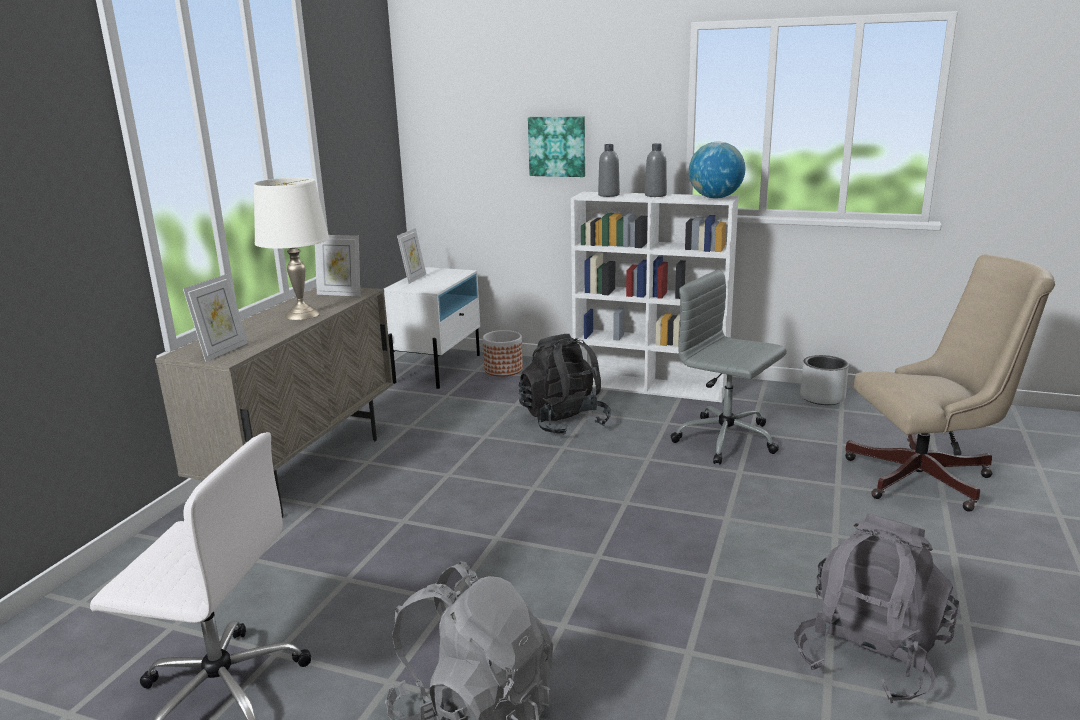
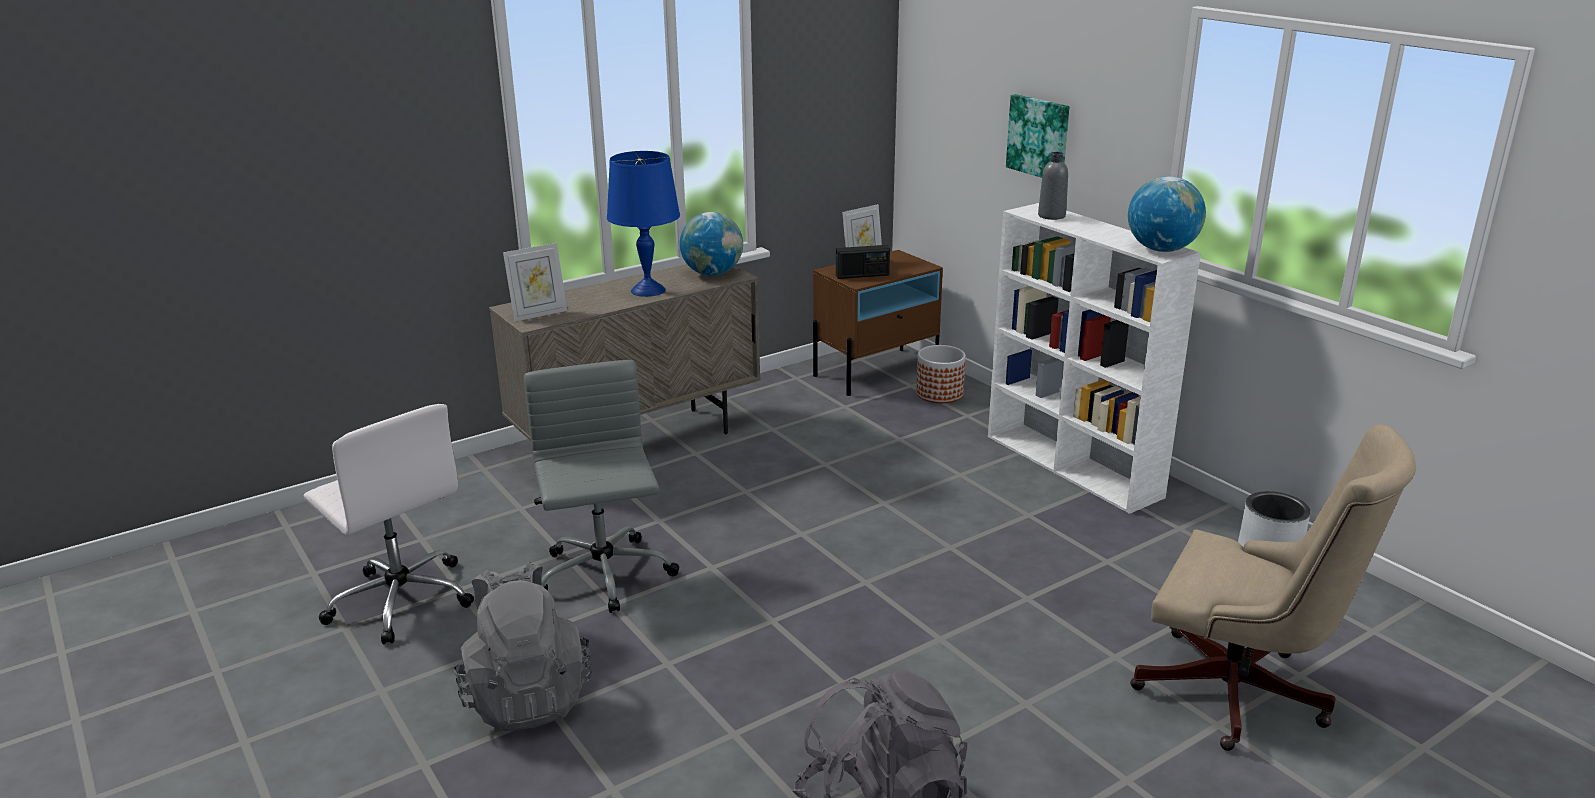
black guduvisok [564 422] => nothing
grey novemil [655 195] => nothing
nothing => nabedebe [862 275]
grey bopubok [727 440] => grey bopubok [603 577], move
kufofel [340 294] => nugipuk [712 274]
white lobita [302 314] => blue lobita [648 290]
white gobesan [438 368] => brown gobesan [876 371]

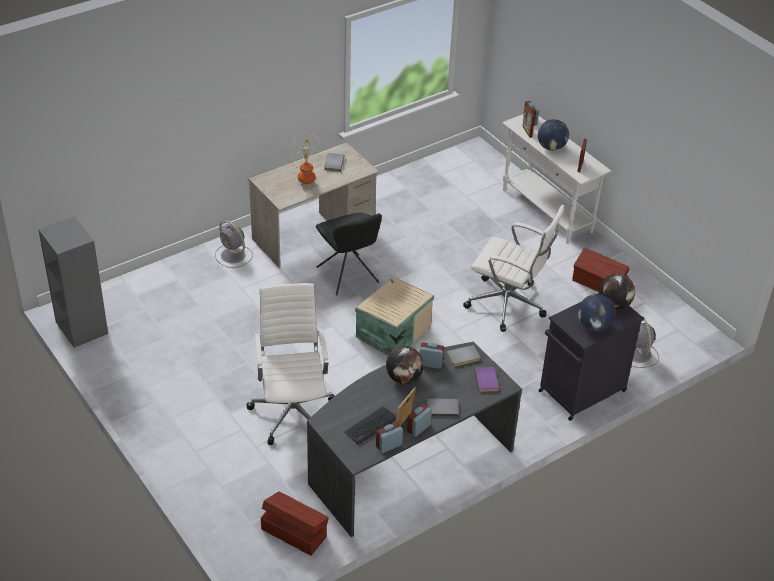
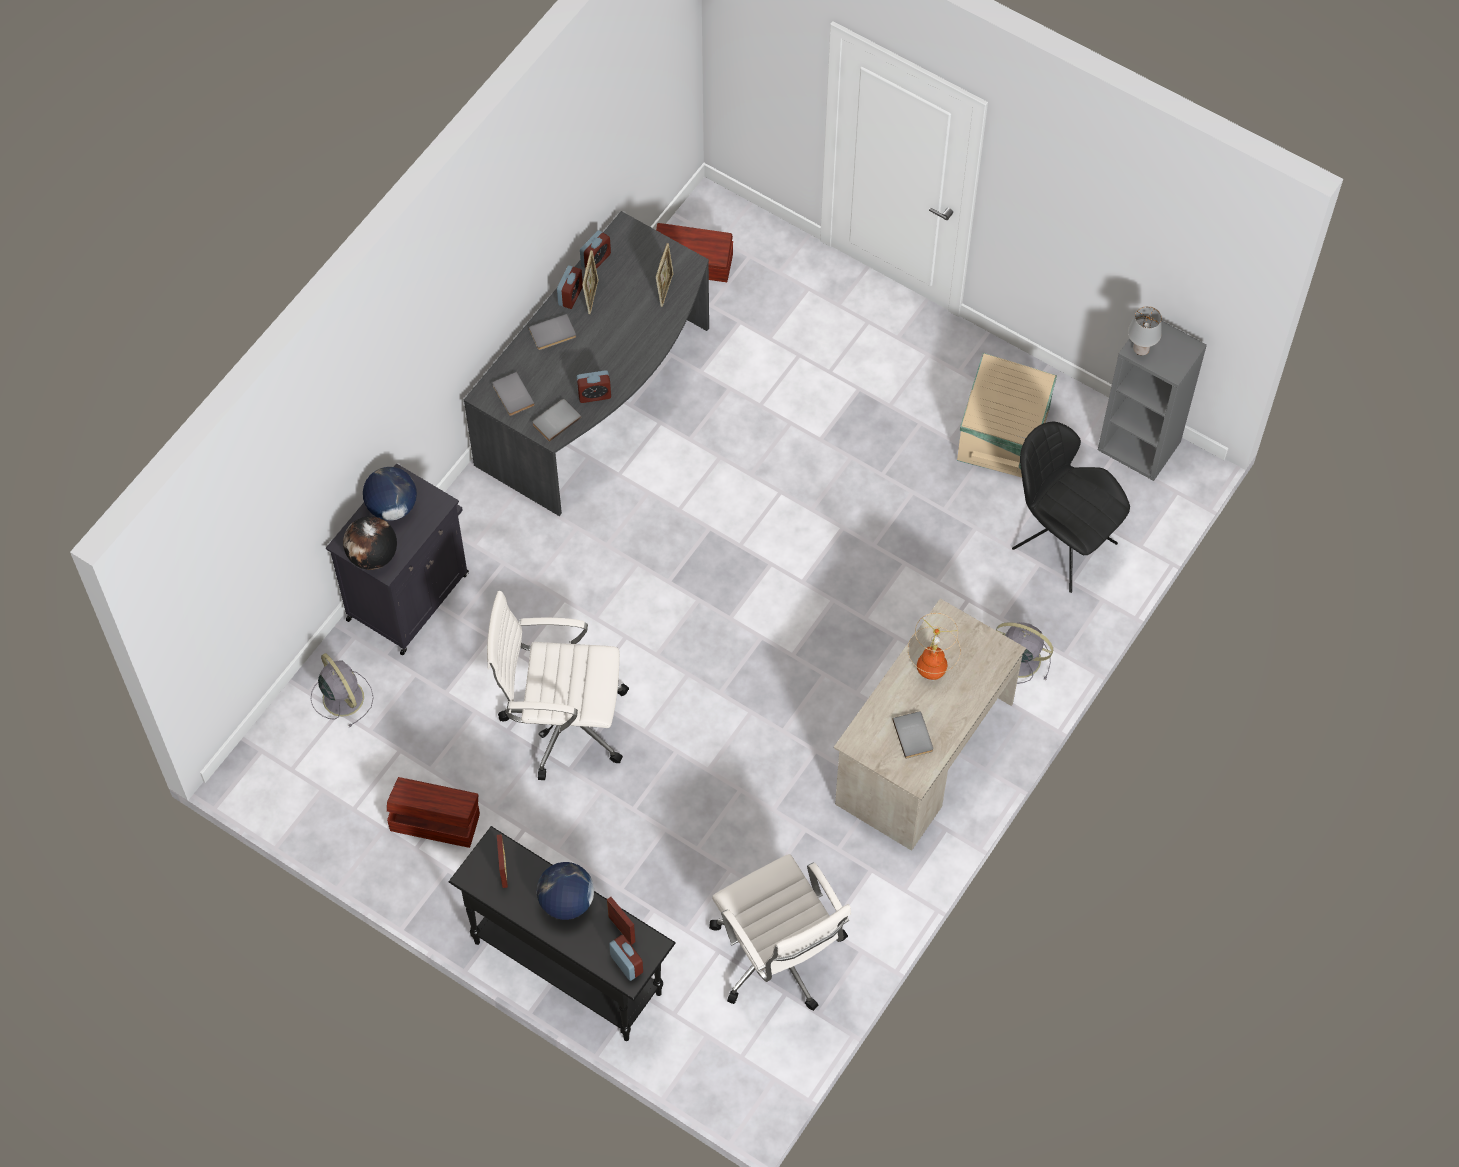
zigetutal [371 426] => nothing
nugipuk [404 378] => nothing
nothing => kufofel [665 289]
nothing => grey lobita [1141 350]
white bopubok [293 411] => white bopubok [778 956], move
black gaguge [348 276] => black gaguge [1061 543], move
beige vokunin [392 332] => beige vokunin [1005 433], move
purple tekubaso [487 380] => grey tekubaso [511 396]
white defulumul [547 211] => black defulumul [567 966]

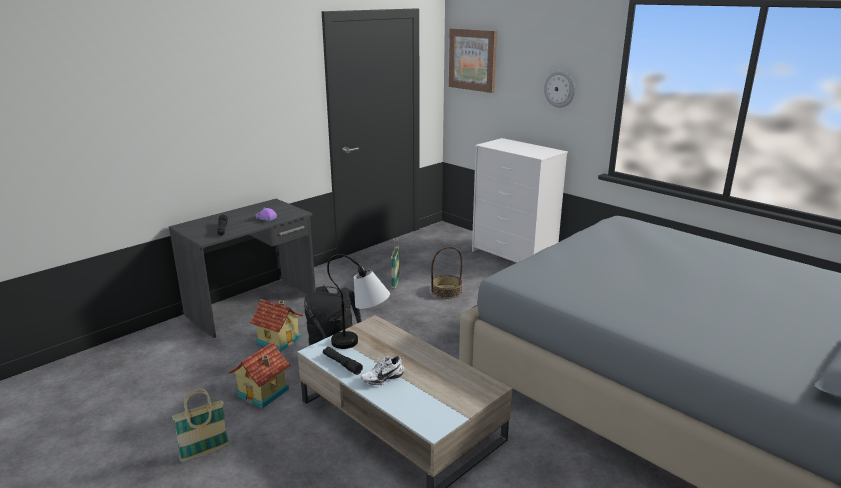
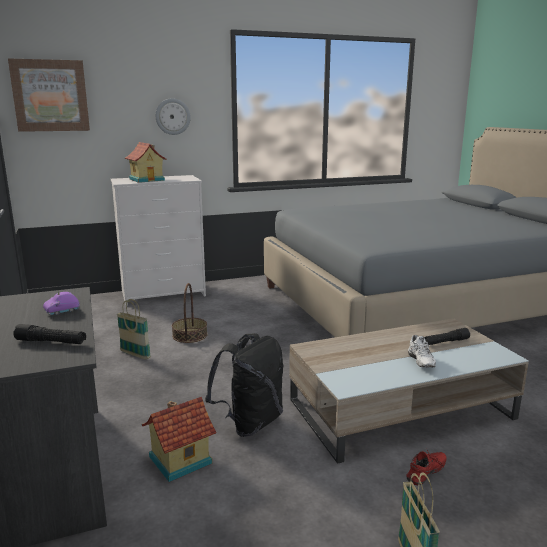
lobita [362 344] => nothing
nothing => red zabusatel [427 474]
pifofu [264 392] => pifofu [147 179], move
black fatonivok [342 364] => black fatonivok [445 342], move

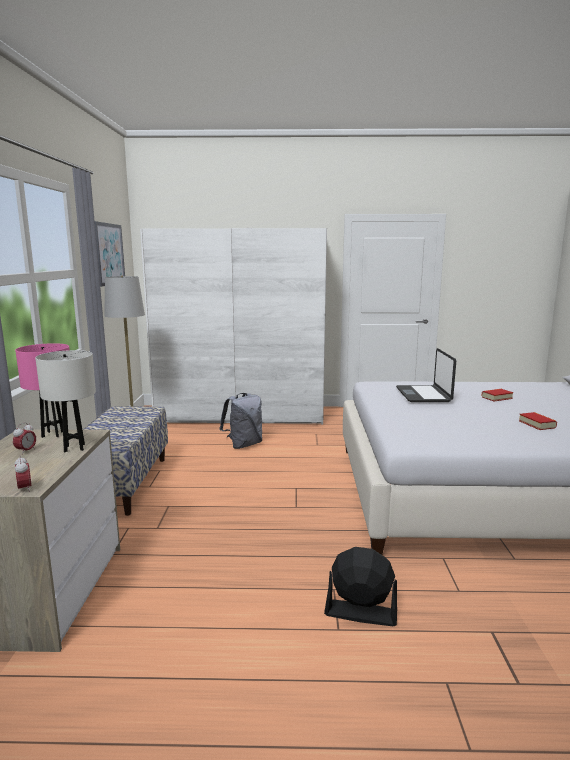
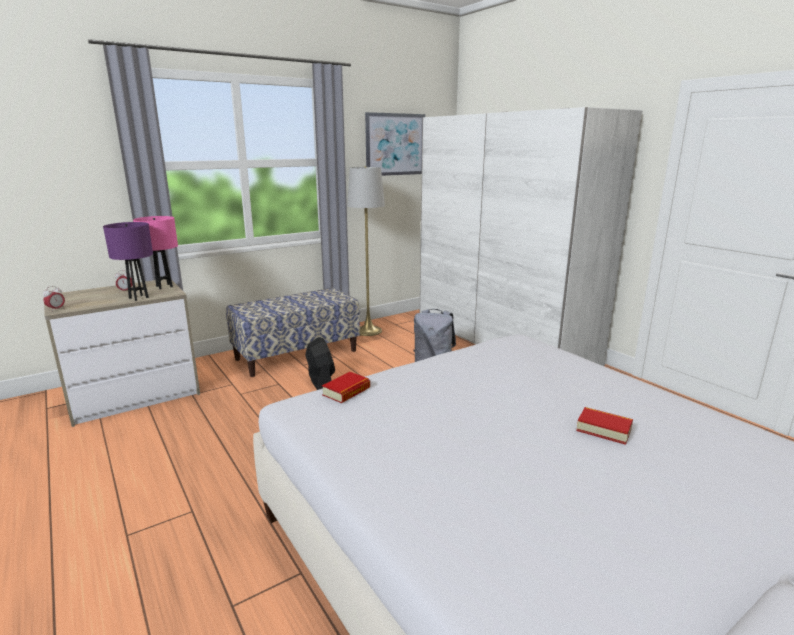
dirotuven [424 395] => nothing
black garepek [360 613] => black garepek [320 381], move
tekubaso [537 424] => tekubaso [346 392], move
white lobita [74 448] => purple lobita [139 298]

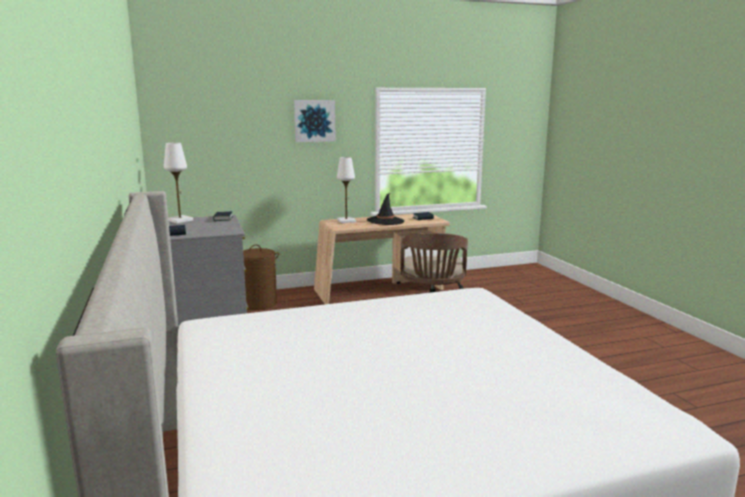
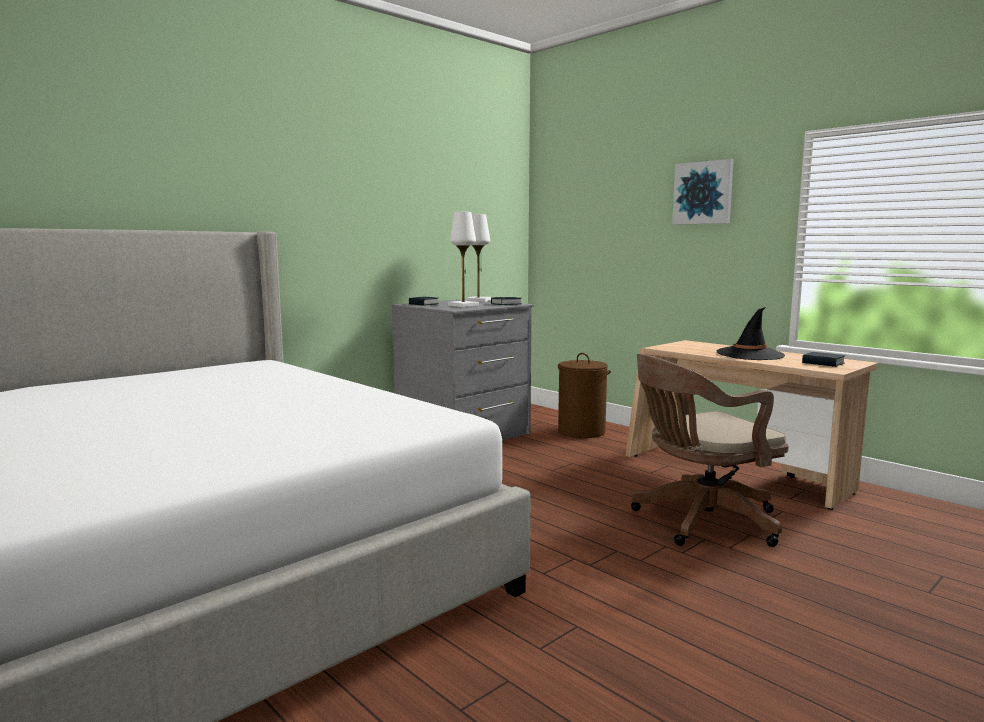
white lobita [346 221] => white lobita [463 305], move

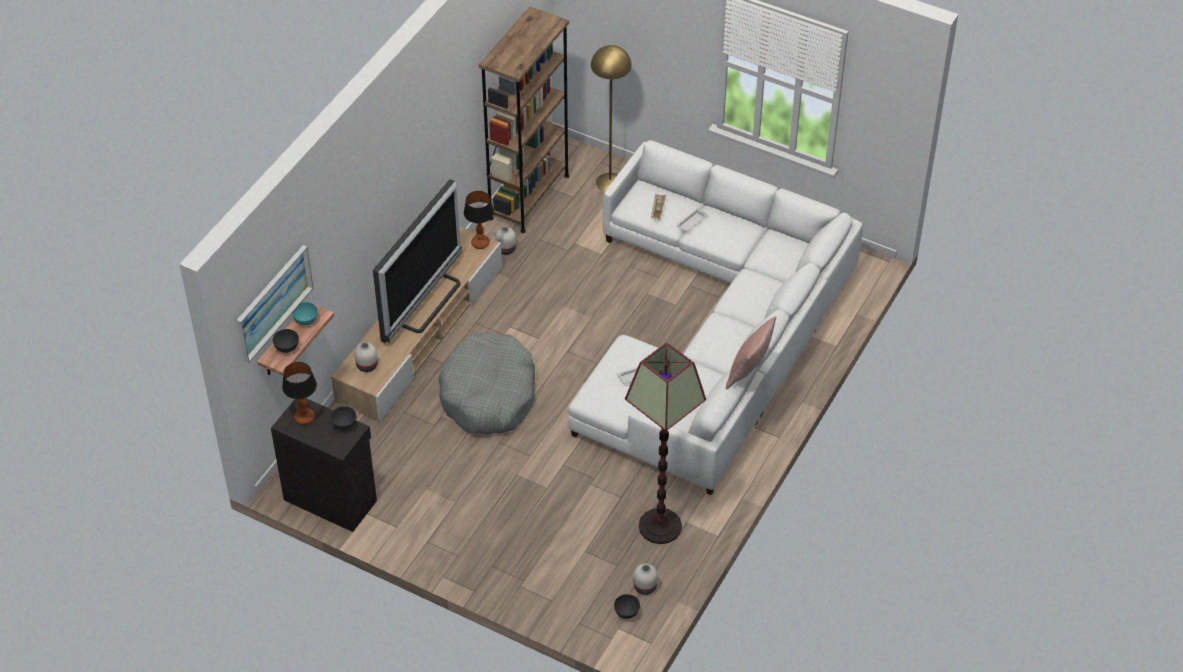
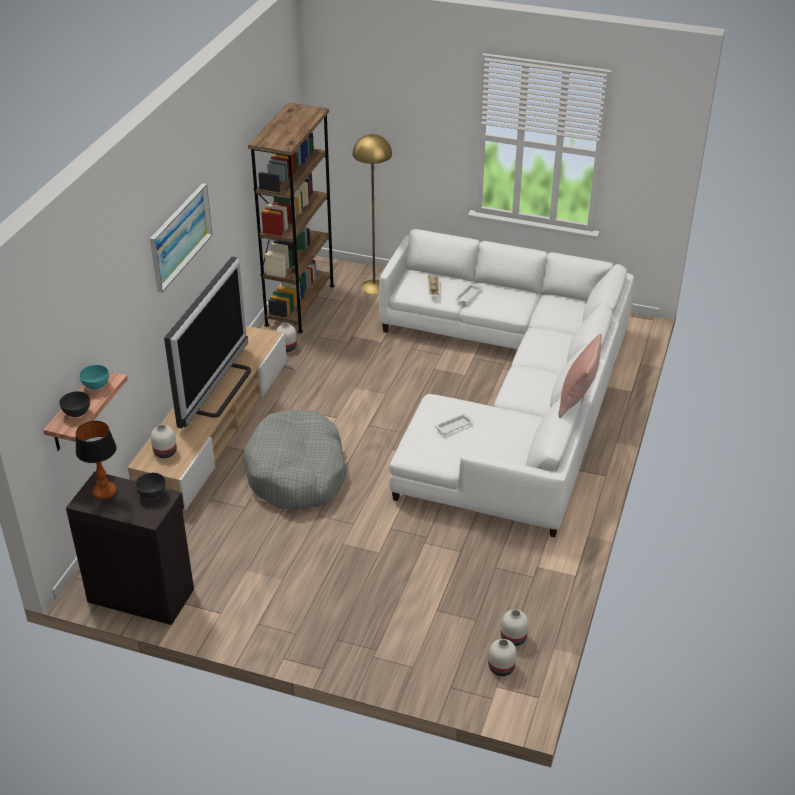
lobita [480 243] => nothing
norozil [659 526] => nothing
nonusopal [273 302] => nonusopal [180 236], move
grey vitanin [626 613] => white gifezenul [501 668]

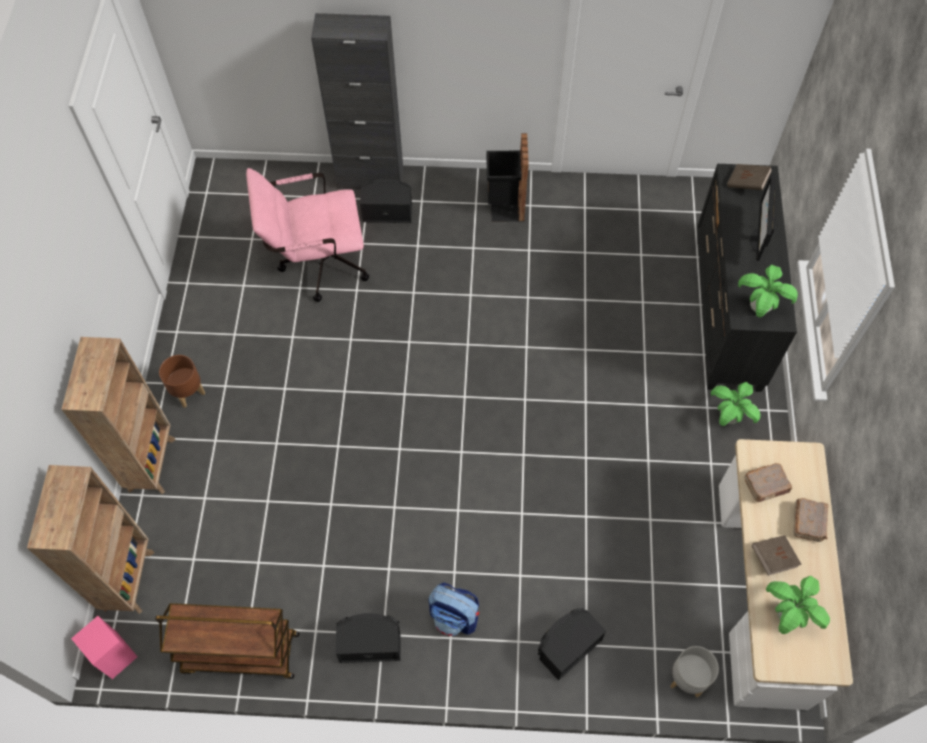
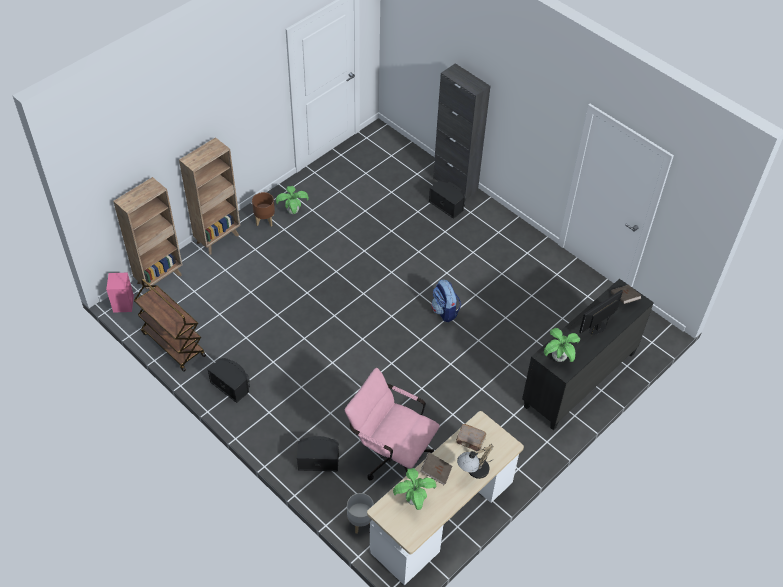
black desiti [505 206] => nothing
pink bopubok [317 264] => pink bopubok [391 454], move
guduvisok [455 617] => guduvisok [445 311], move
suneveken [729 418] => suneveken [293 212], move
brown tekubaso [808 522] => lobita [473 472]

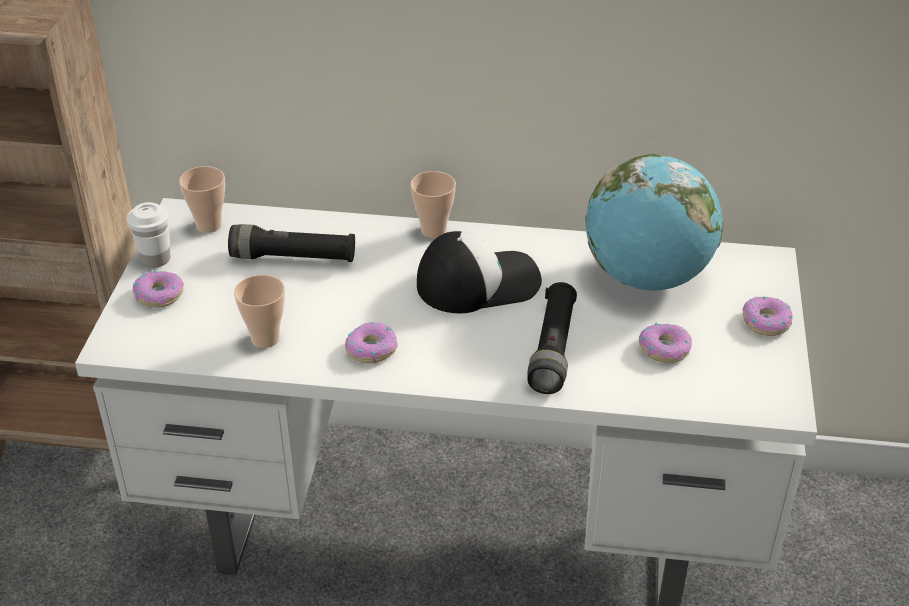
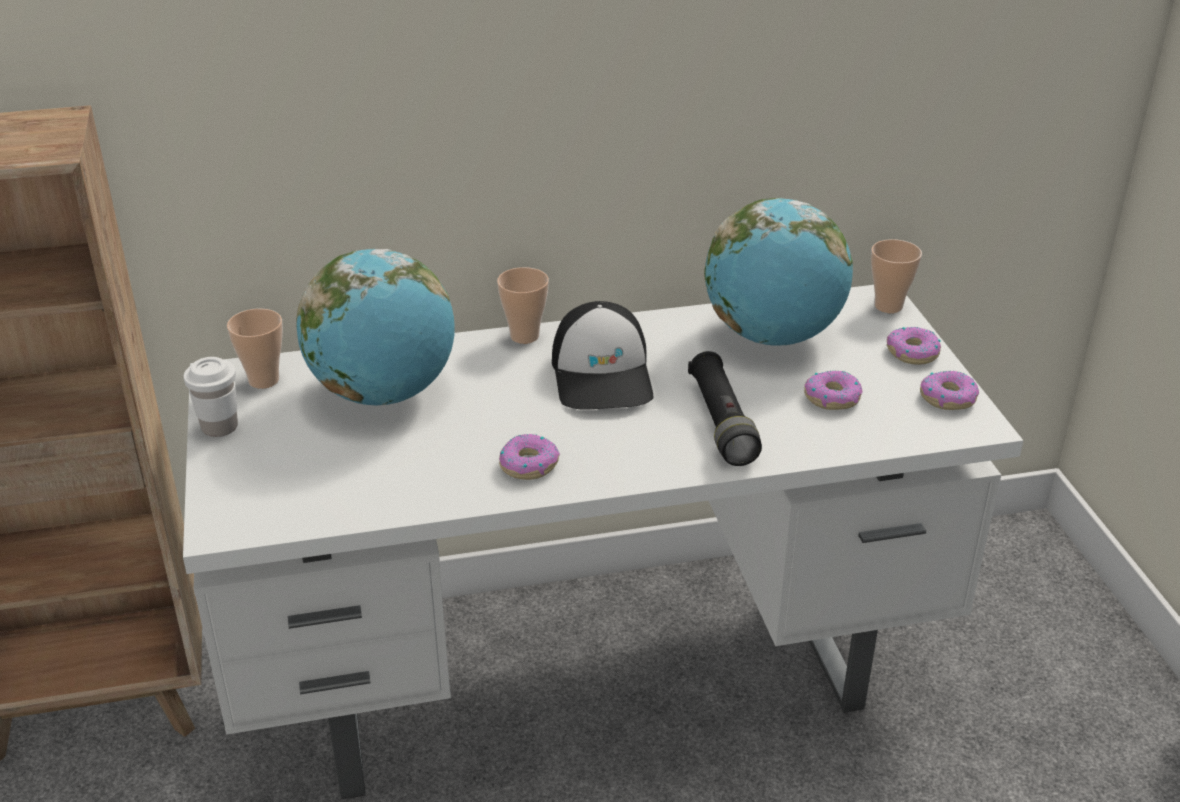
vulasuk [159 295] => vulasuk [948 397], move
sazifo [265 339] => sazifo [888 306], move
black fatonivok [293 258] => nugipuk [384 393]
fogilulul [478 281] => fogilulul [603 375], 120 degrees clockwise

